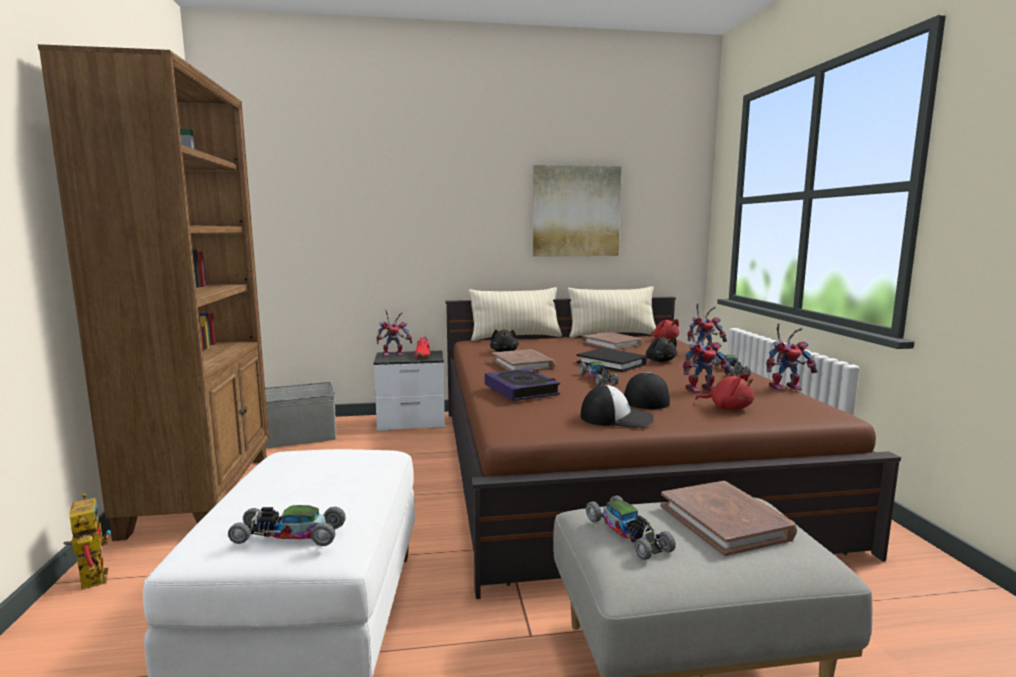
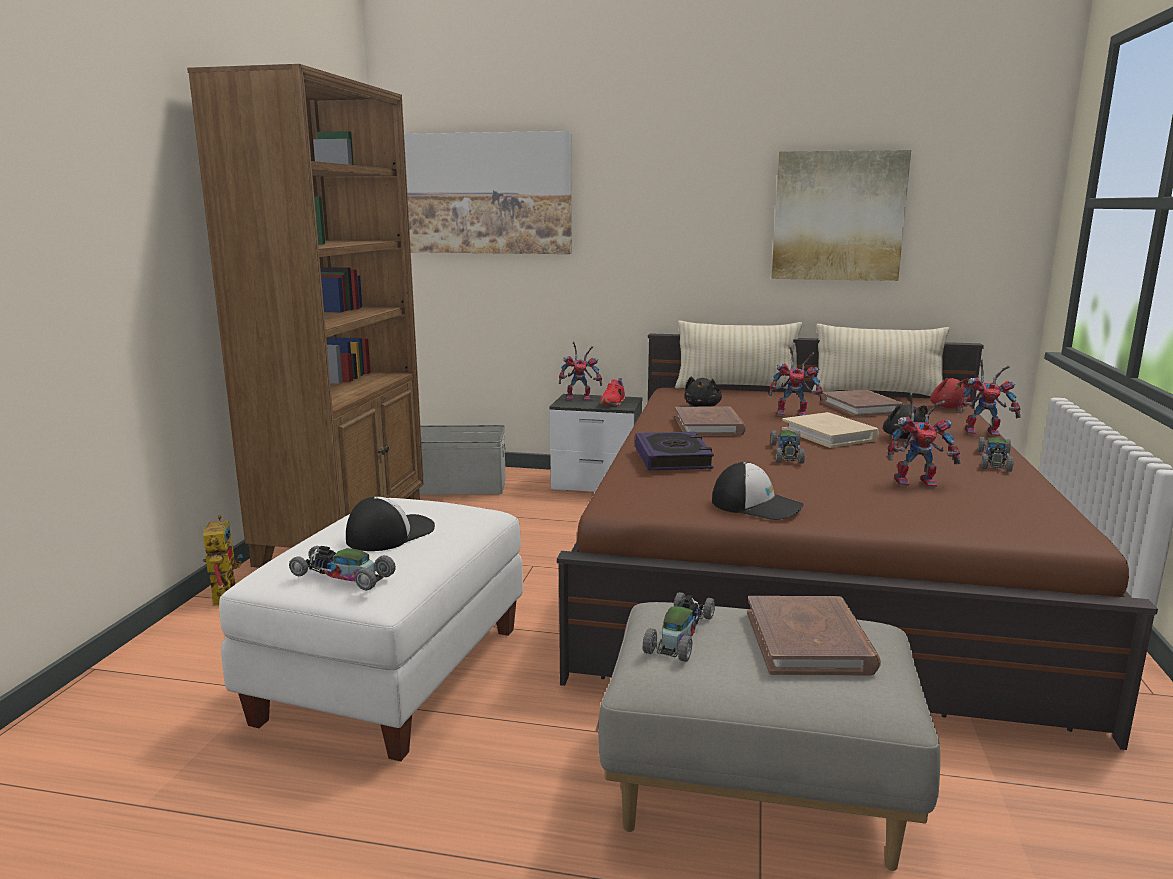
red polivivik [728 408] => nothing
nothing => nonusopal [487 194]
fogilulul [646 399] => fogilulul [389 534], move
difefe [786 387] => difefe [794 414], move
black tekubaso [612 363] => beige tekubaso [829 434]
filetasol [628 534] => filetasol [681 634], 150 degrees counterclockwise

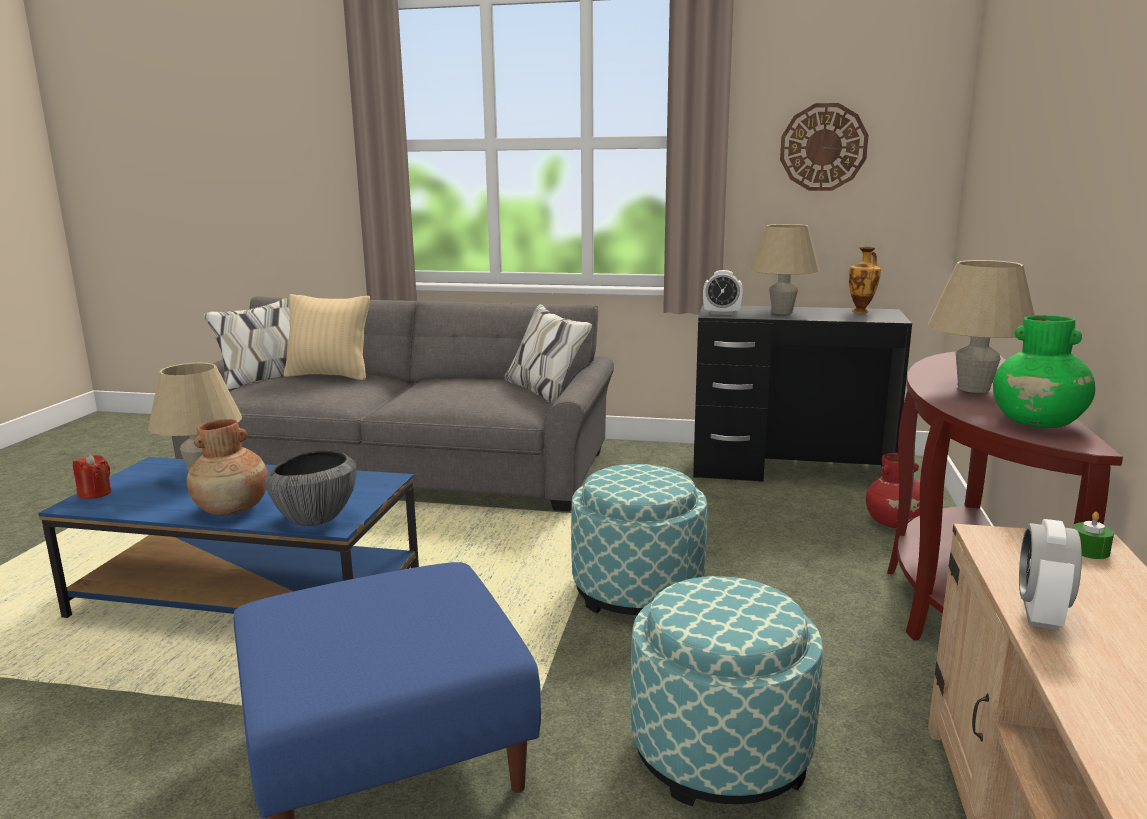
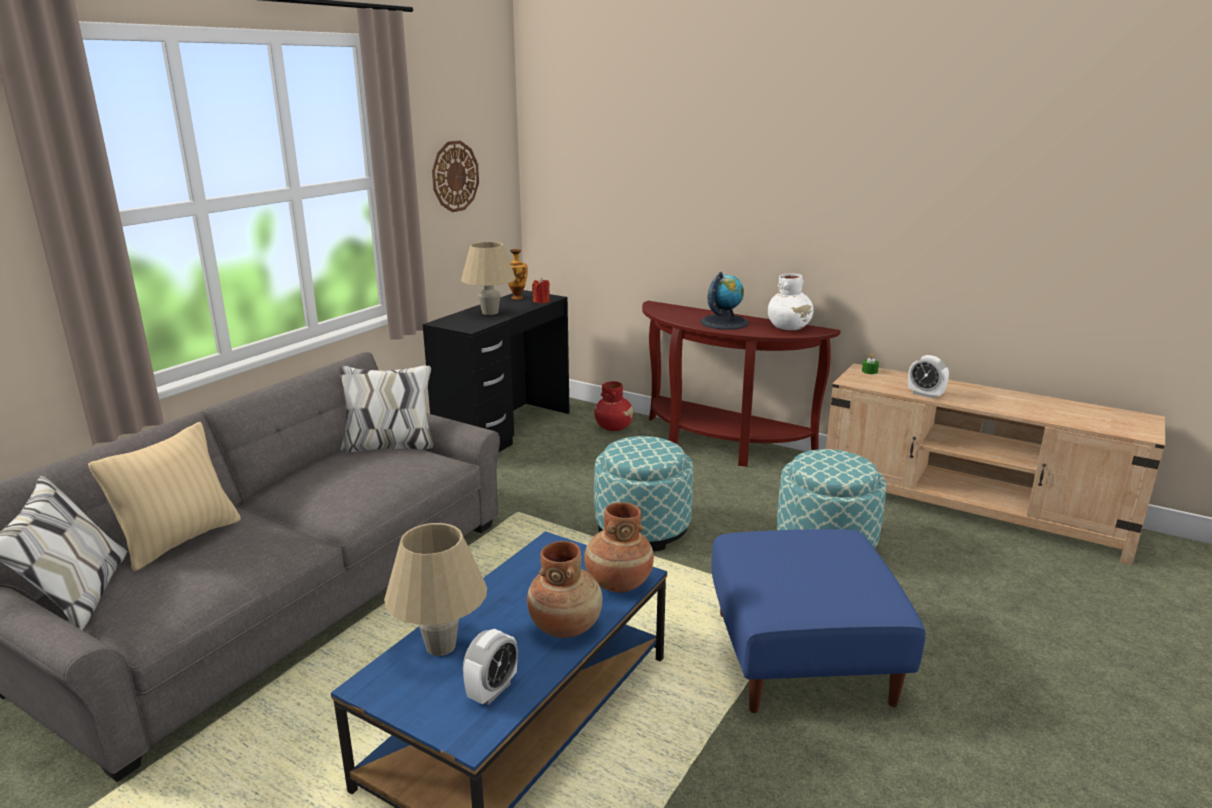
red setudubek [95 493] => red setudubek [541 301], move
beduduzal [721 313] => beduduzal [492 691], move
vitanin [315 518] => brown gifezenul [618 583]
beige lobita [973 389] => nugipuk [724 322]
green gifezenul [1038 423] => white gifezenul [789 328]

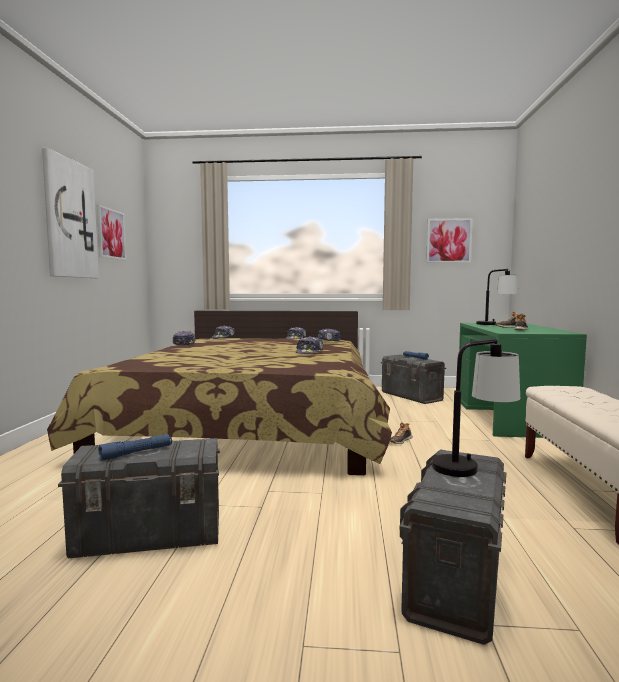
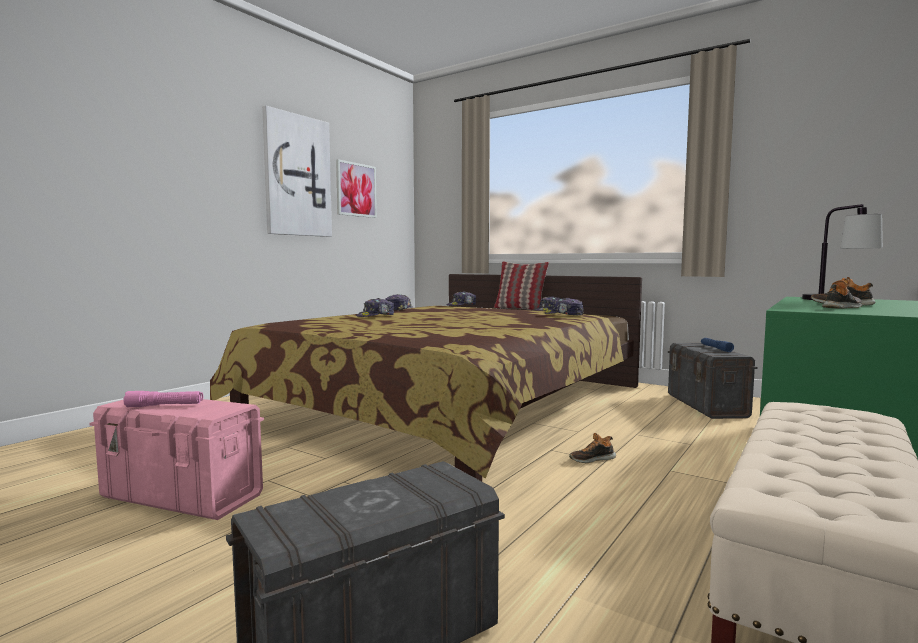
nonusopal [449 241] => nothing
lobita [473 466] => nothing
nothing => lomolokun [519 309]
fogilulul [309 352] => fogilulul [376 316], move
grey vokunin [150 536] => pink vokunin [182 496]
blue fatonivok [137 453] => pink fatonivok [165 406]

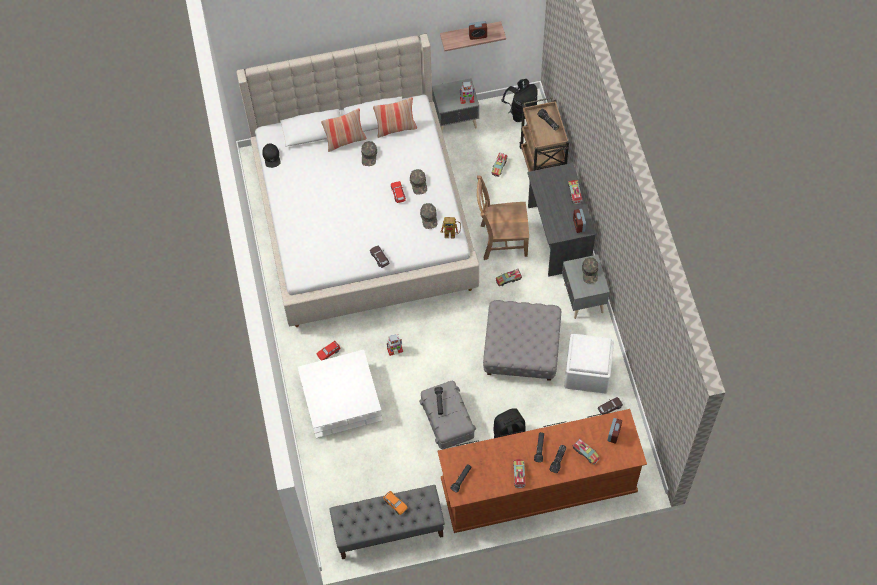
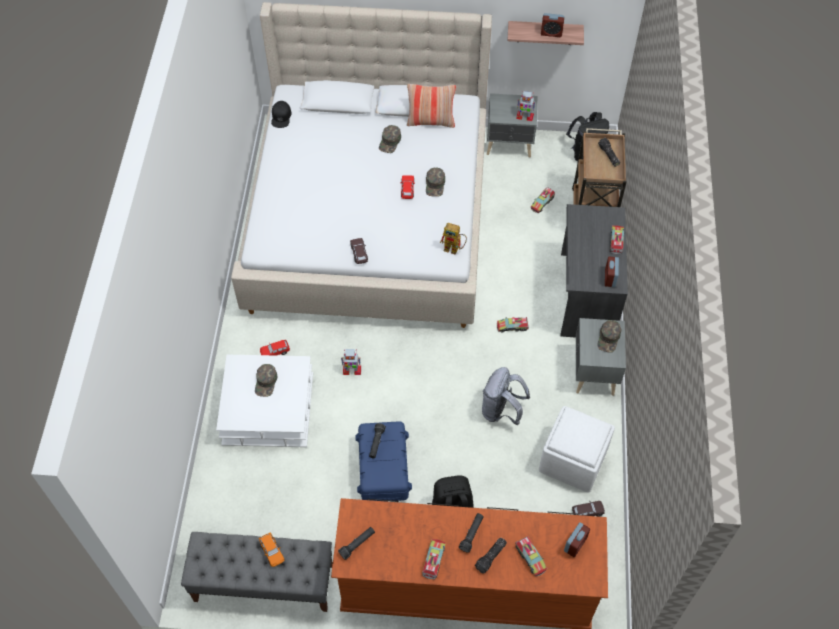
lomolokun [345 140] => nothing
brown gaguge [501 240] => nothing
green fogilulul [429 217] => green fogilulul [266 382], move
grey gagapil [522 349] => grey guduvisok [501 411]
grey vokunin [447 420] => blue vokunin [383 469]

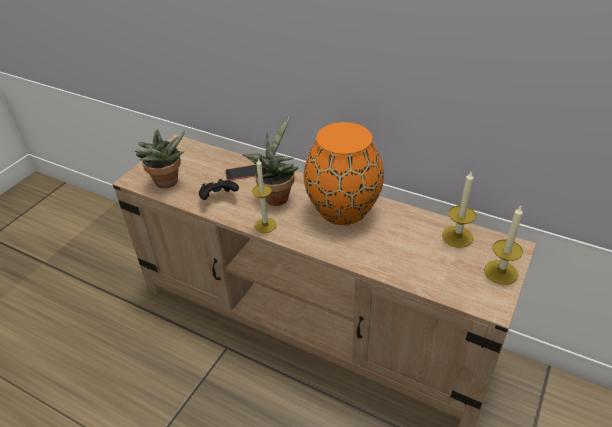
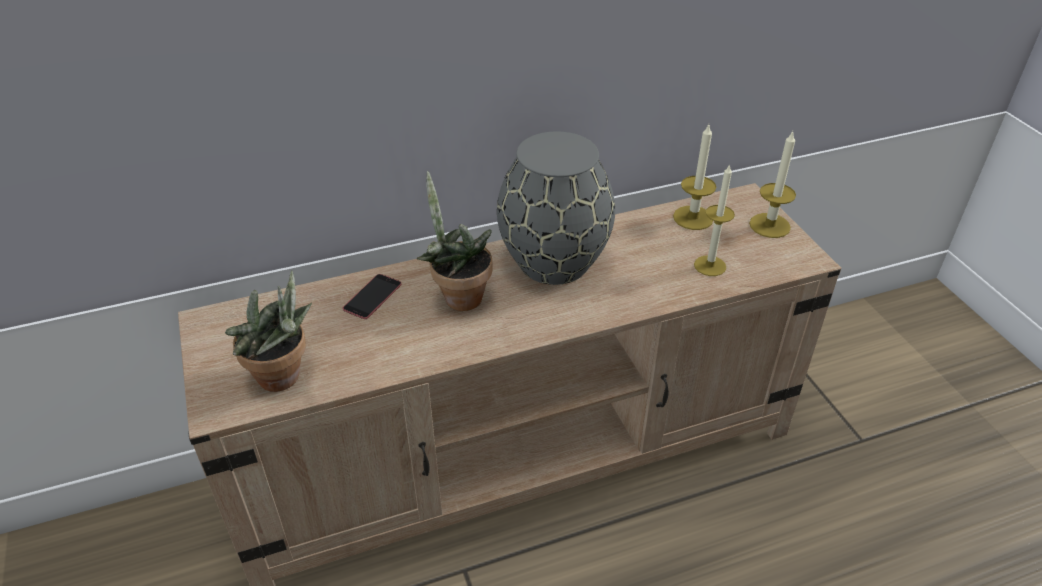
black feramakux [219 198] => nothing
setudubek [265 225] => setudubek [710 266], move
orange gifezenul [342 208] => grey gifezenul [552 261]

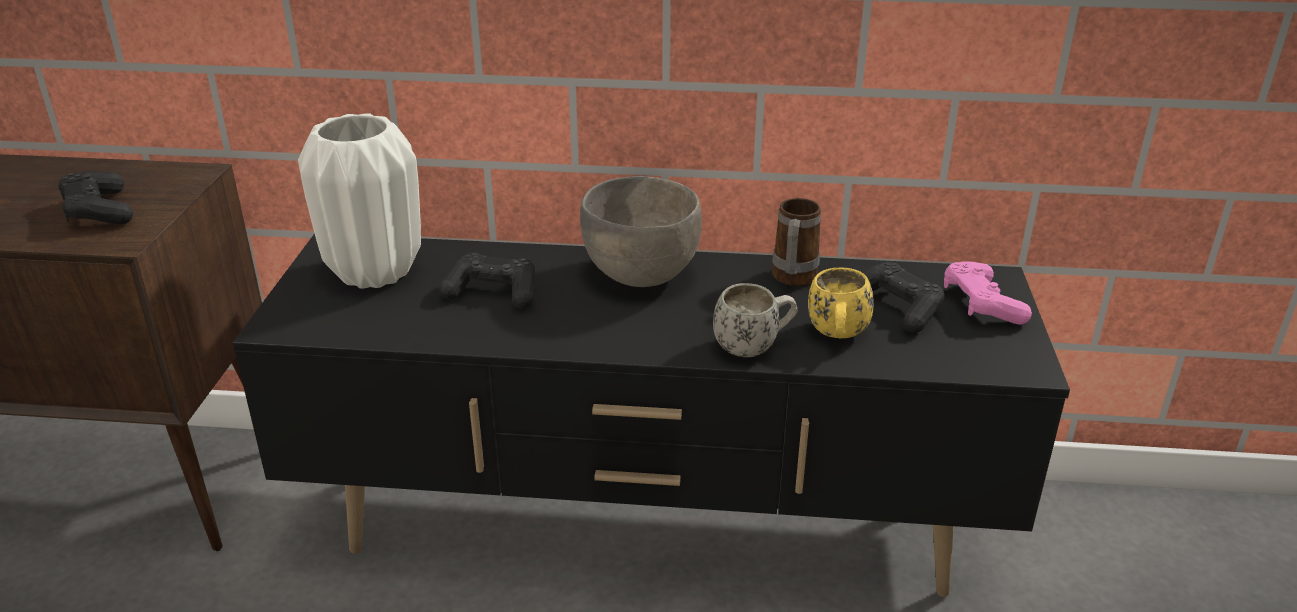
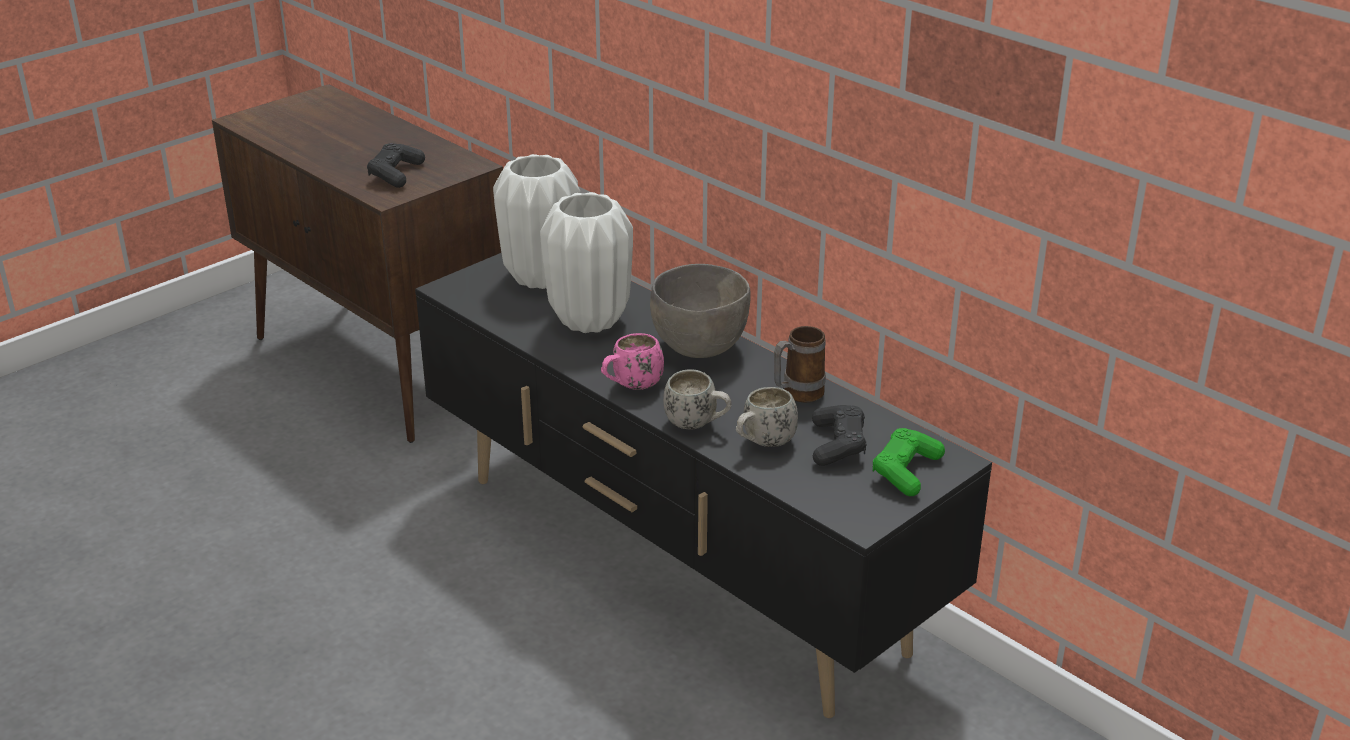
nothing => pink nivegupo [631 386]
black feramakux [493 293] => white gifezenul [590 320]
yellow nivegupo [837 337] => white nivegupo [763 444]
pink feramakux [981 304] => green feramakux [906 471]

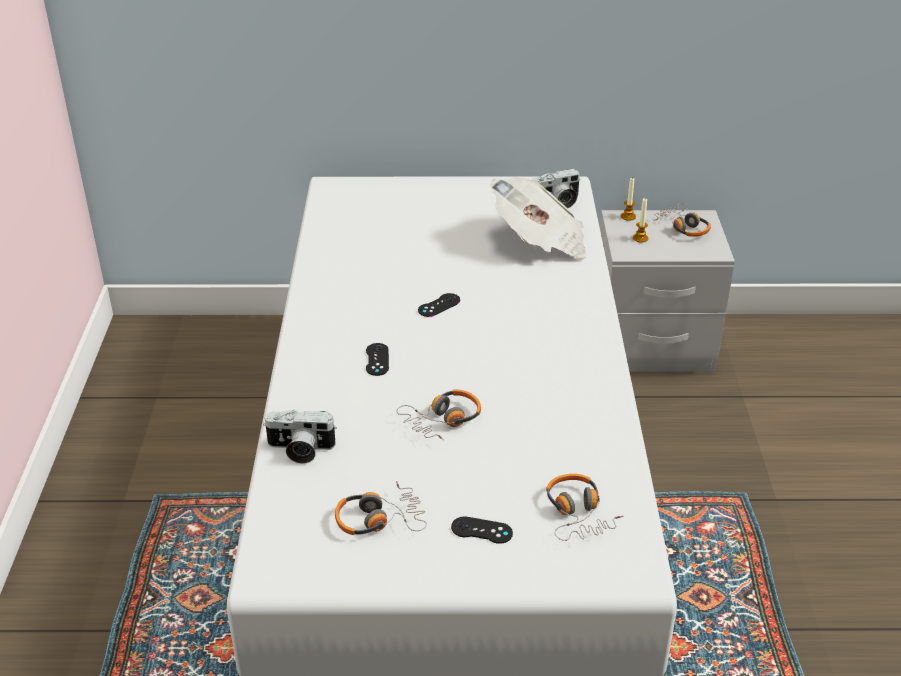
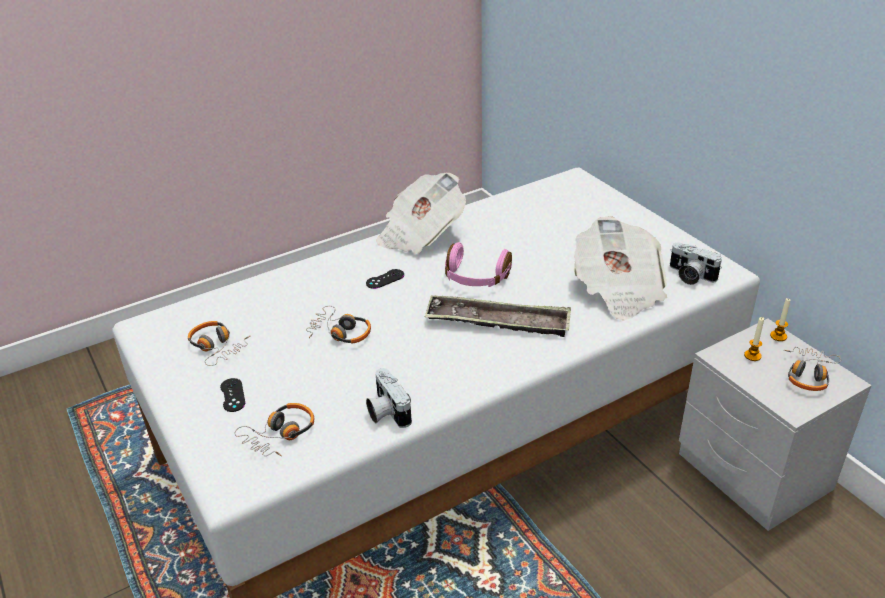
nothing => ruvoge [420 234]
nothing => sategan [498 322]
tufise [300 450] => tufise [386 411], move
black feramakux [439 305] => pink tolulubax [476 278]

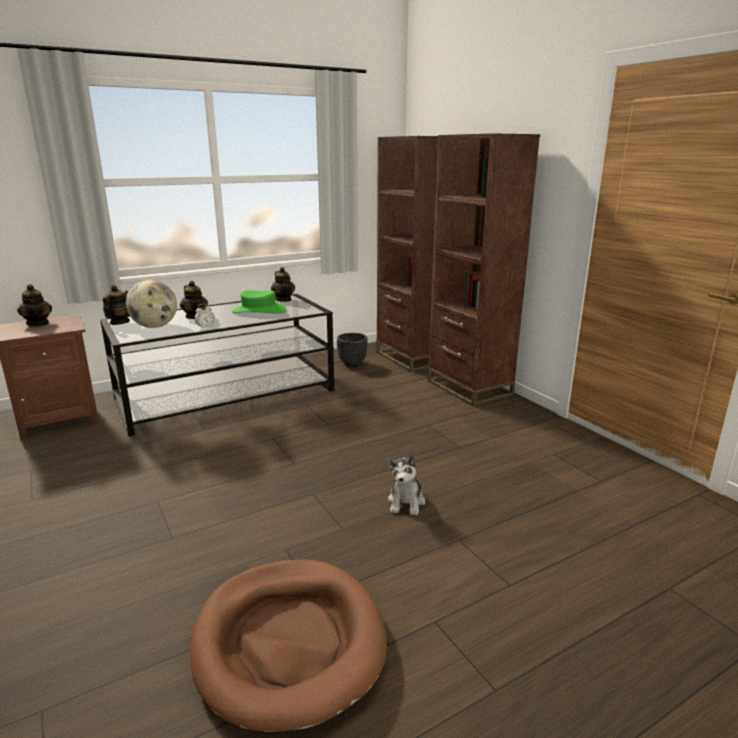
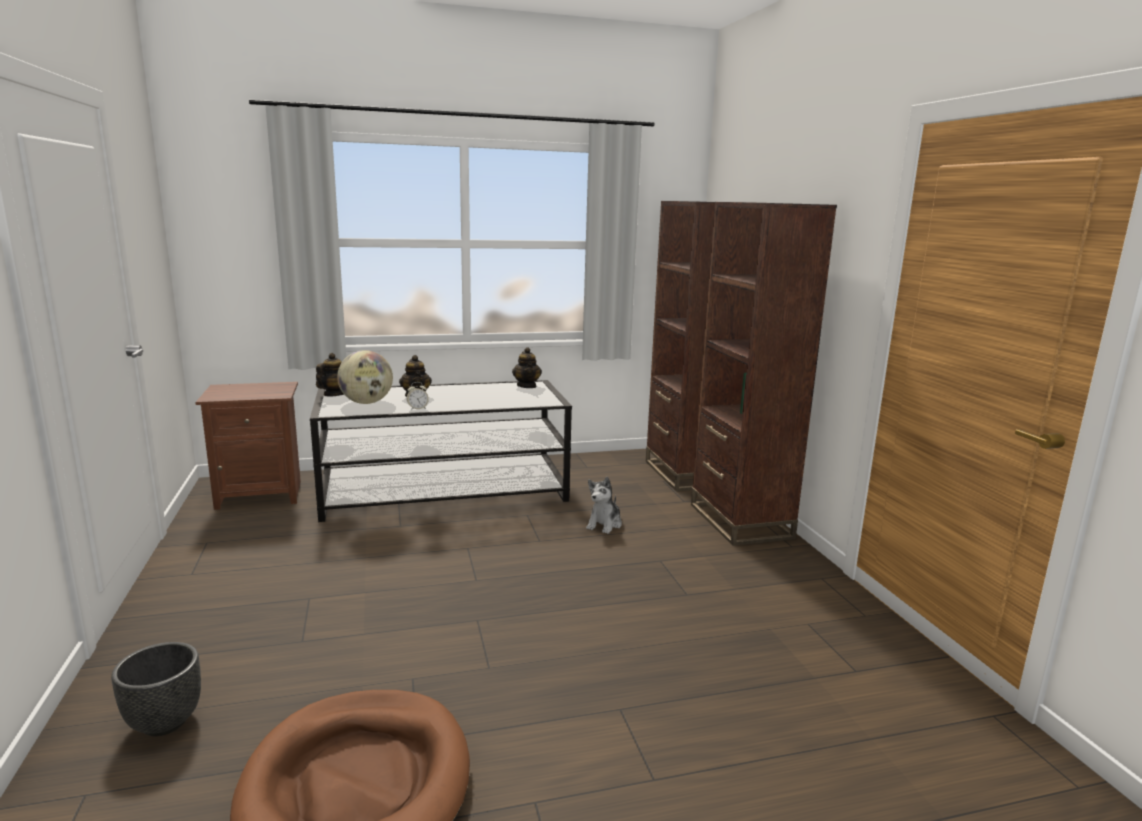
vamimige [38 323] => nothing
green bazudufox [259 311] => nothing
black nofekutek [352 363] => black nofekutek [166 722], move
polivivik [406 502] => polivivik [604 524], move

